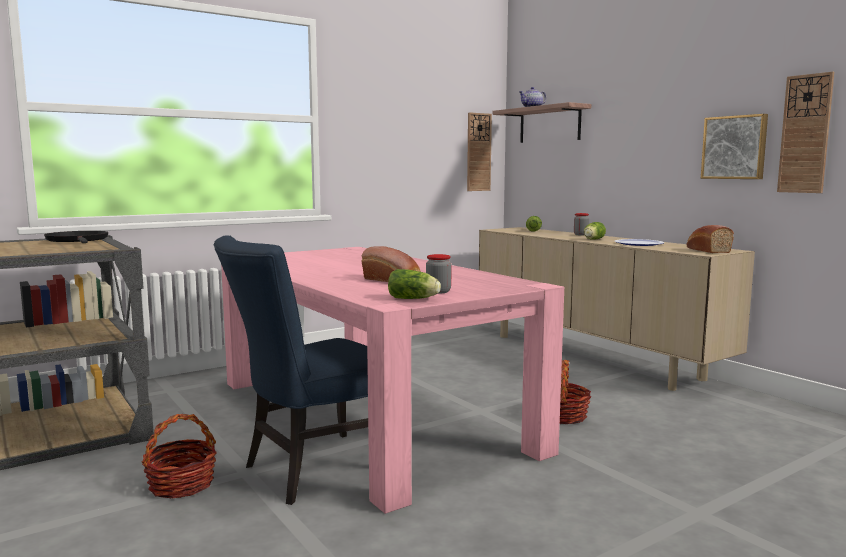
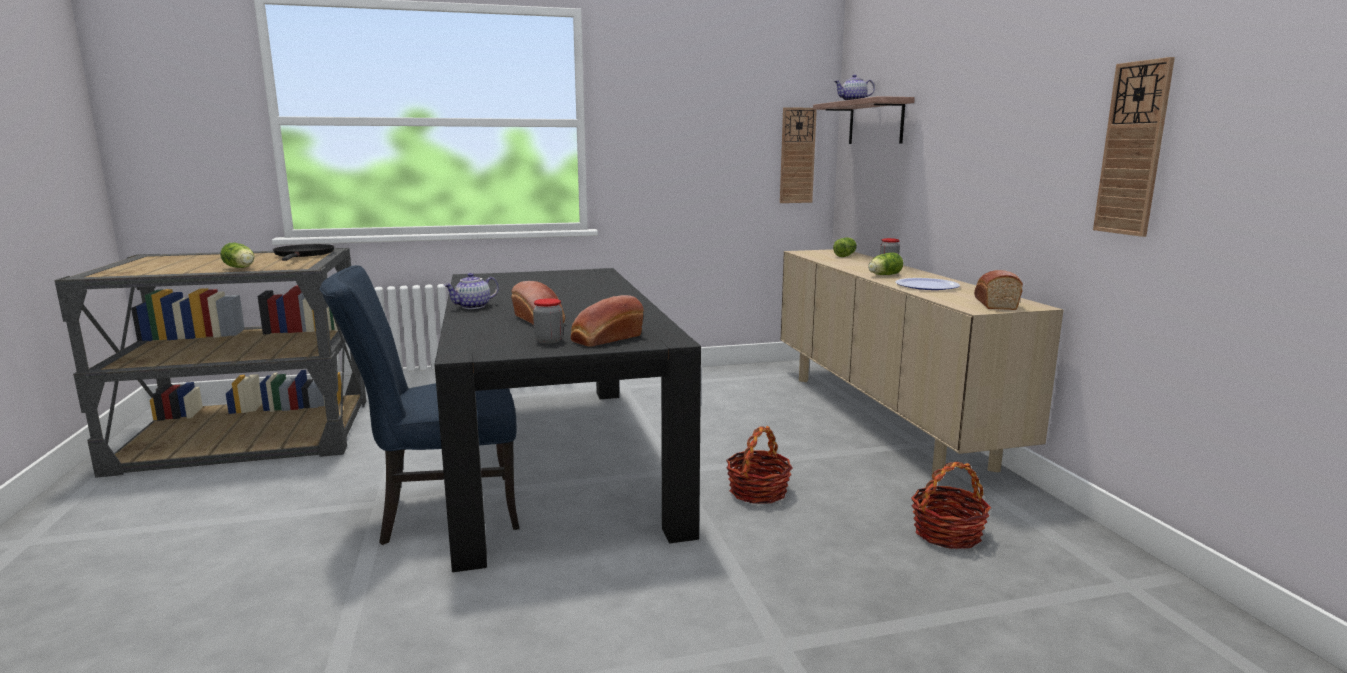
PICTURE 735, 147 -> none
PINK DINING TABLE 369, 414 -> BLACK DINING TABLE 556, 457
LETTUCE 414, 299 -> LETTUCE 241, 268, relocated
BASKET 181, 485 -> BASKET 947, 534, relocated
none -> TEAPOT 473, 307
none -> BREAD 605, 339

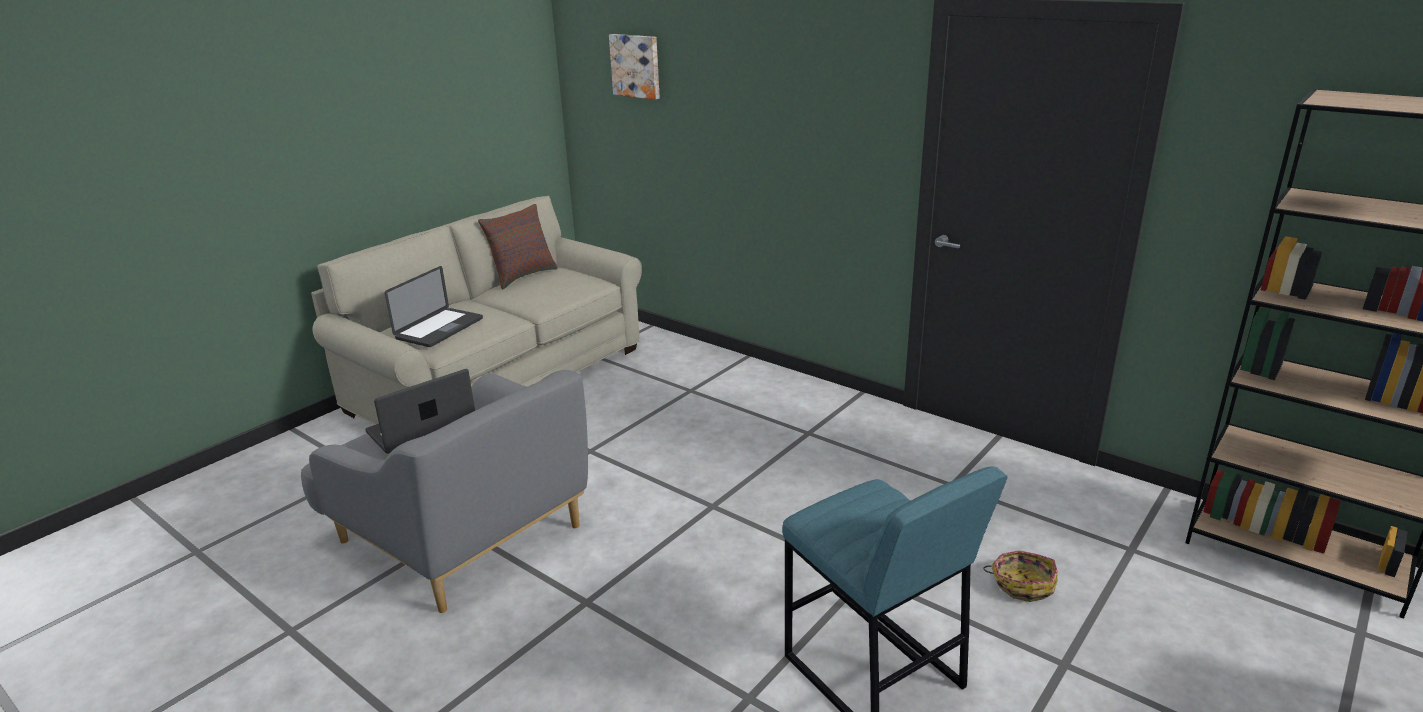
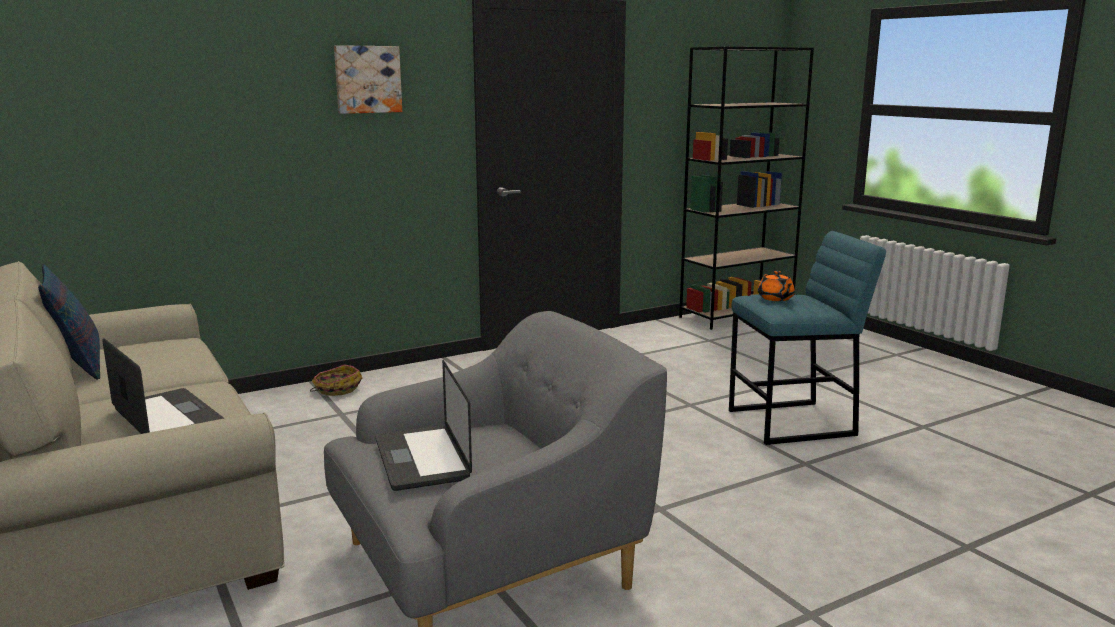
PICTURE 636, 66 -> PICTURE 367, 79, relocated
BROWN PILLOW 523, 277 -> BLUE PILLOW 79, 366
BASKET 1022, 584 -> BASKET 336, 389, relocated
none -> ORANGE TEAPOT 775, 298

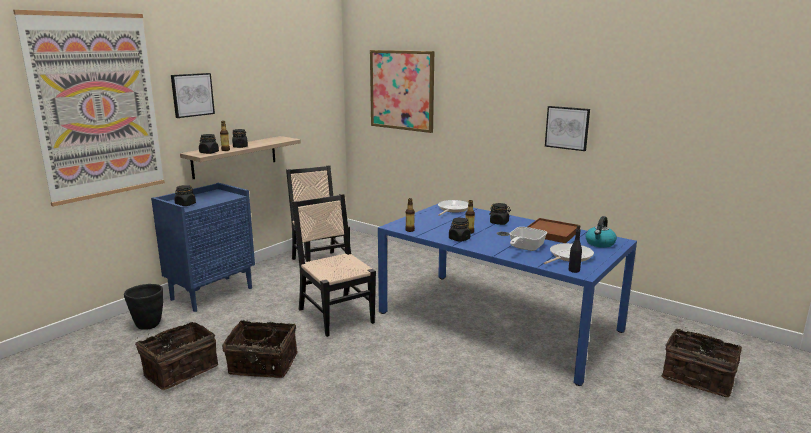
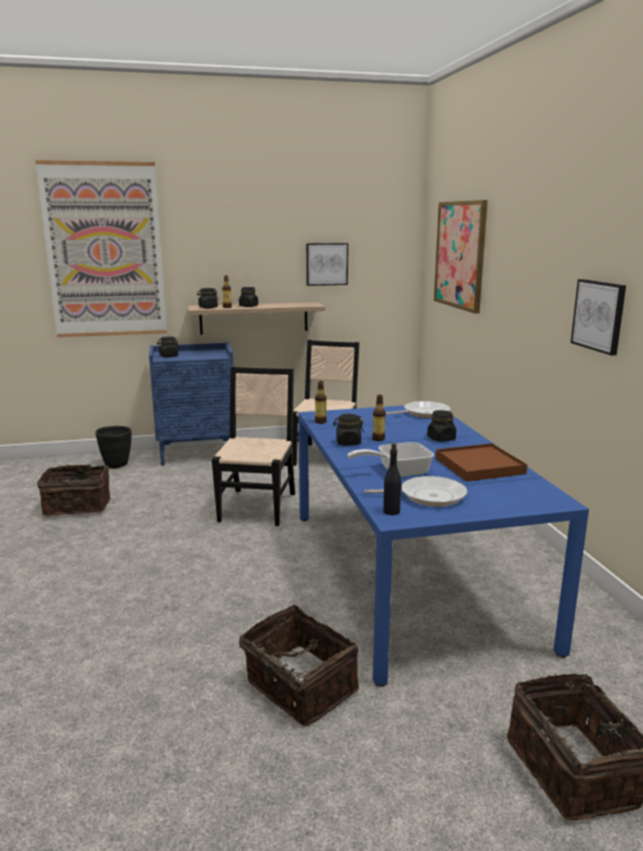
PICTURE 192, 95 -> PICTURE 326, 264, relocated
KETTLE 600, 243 -> none
BASKET 262, 365 -> BASKET 298, 688, relocated

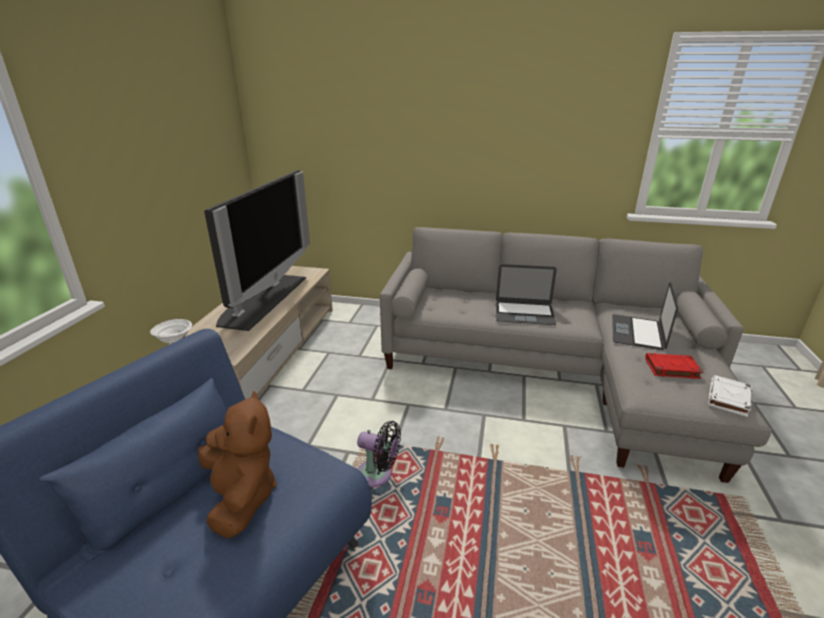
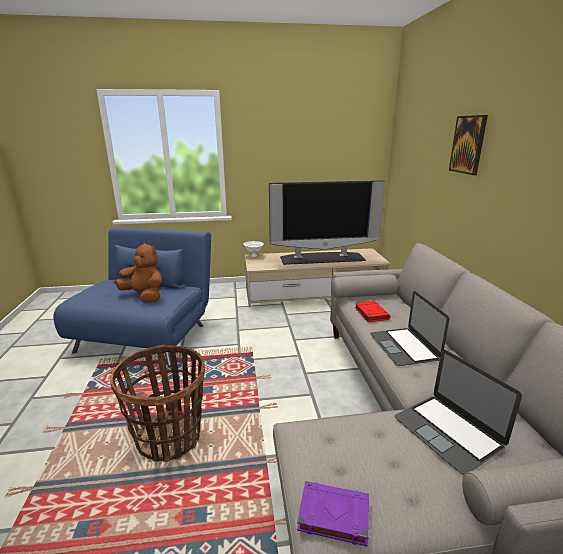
LAPTOP 638, 332 -> LAPTOP 447, 431, 120 degrees counterclockwise
RED BOOK 671, 368 -> RED BOOK 371, 313, relocated
WHITE BOOK 728, 399 -> PURPLE BOOK 333, 515
BROWN PLUSH TOY 241, 497 -> BROWN PLUSH TOY 144, 296, 105 degrees counterclockwise
BLACK FAN 378, 475 -> none
none -> PICTURE 468, 144
none -> BASKET 169, 437

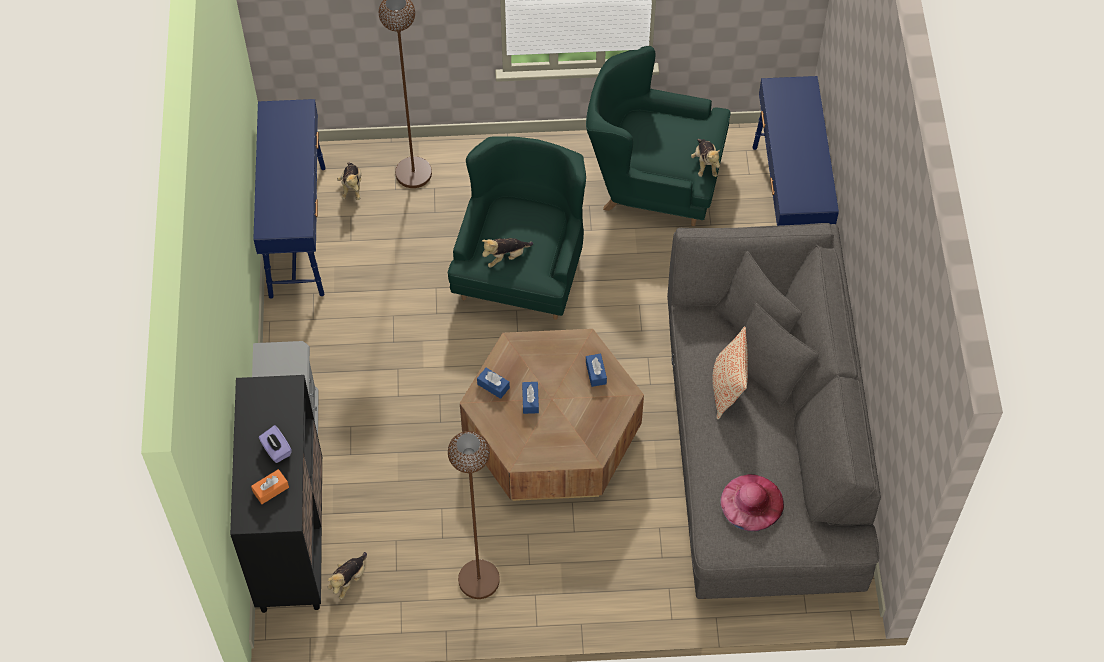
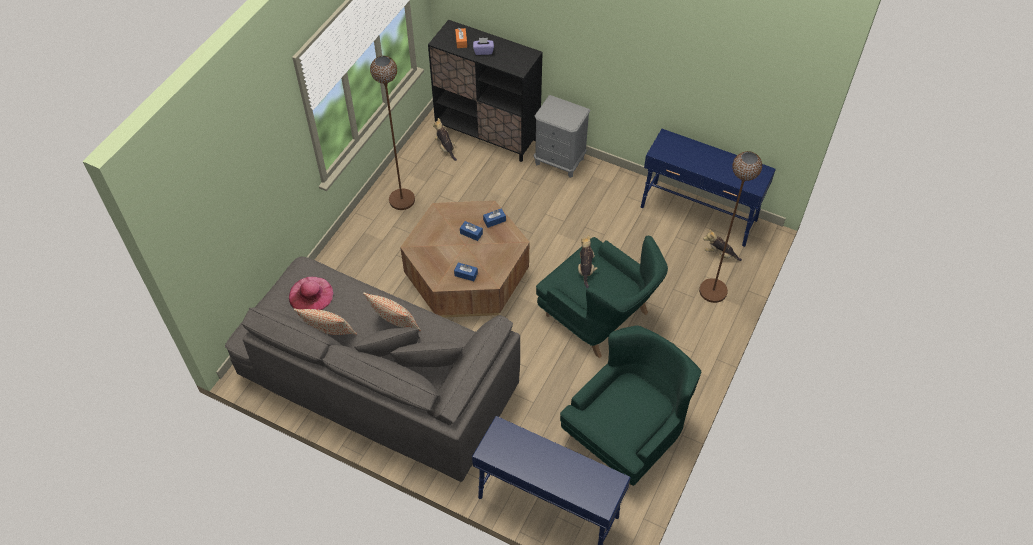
PLUSH TOY 705, 164 -> none
none -> BEIGE PILLOW 329, 334

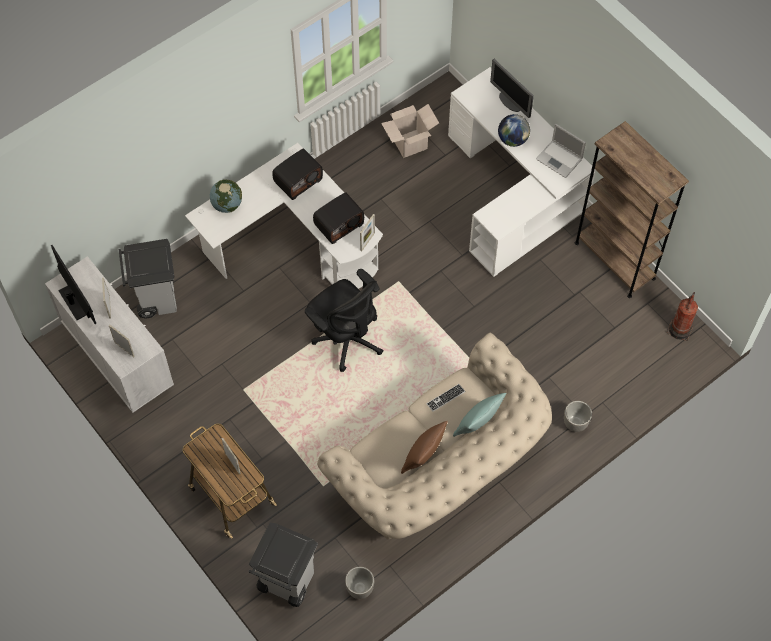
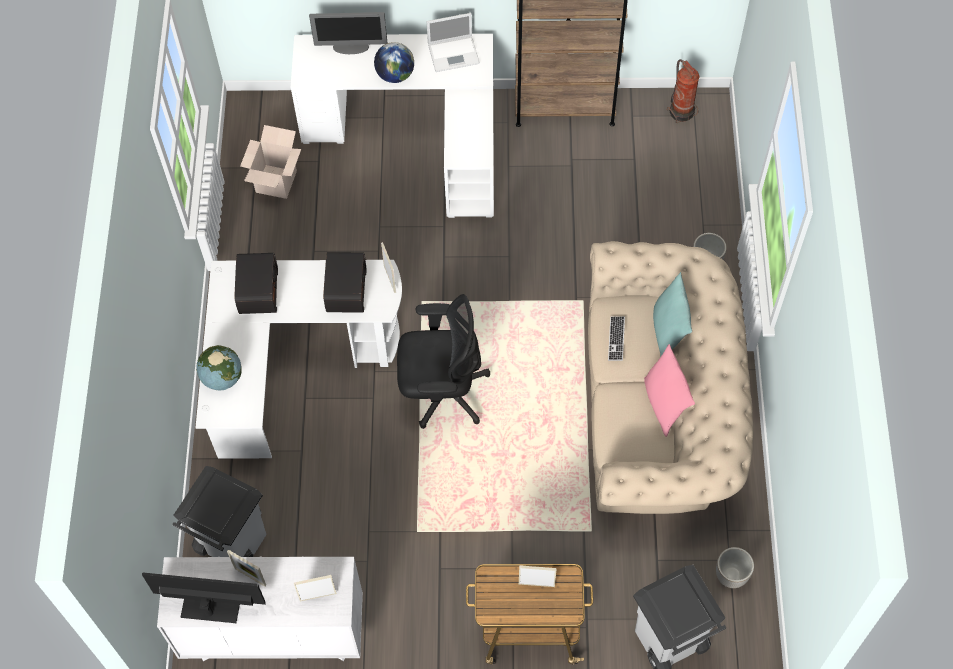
BROWN PILLOW 423, 457 -> PINK PILLOW 664, 404

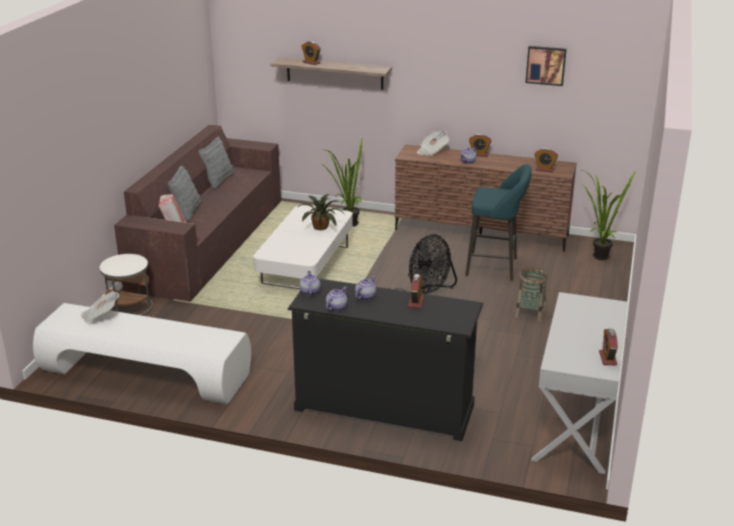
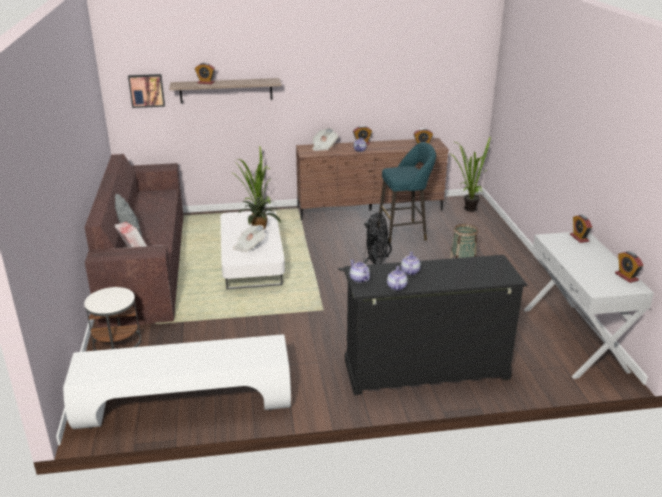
PICTURE 546, 65 -> PICTURE 146, 90, relocated
GREY PILLOW 217, 180 -> none
ALARM CLOCK 416, 302 -> ALARM CLOCK 579, 238, relocated
NEWSPAPER 100, 316 -> NEWSPAPER 249, 246, relocated

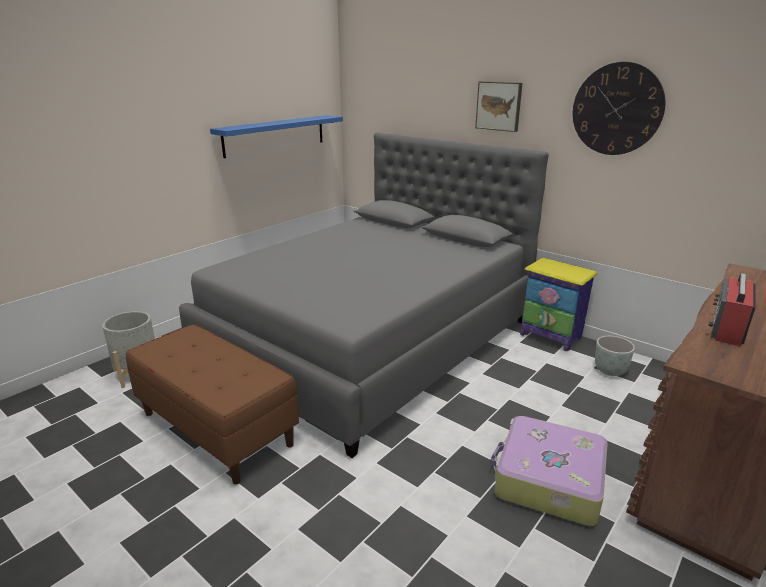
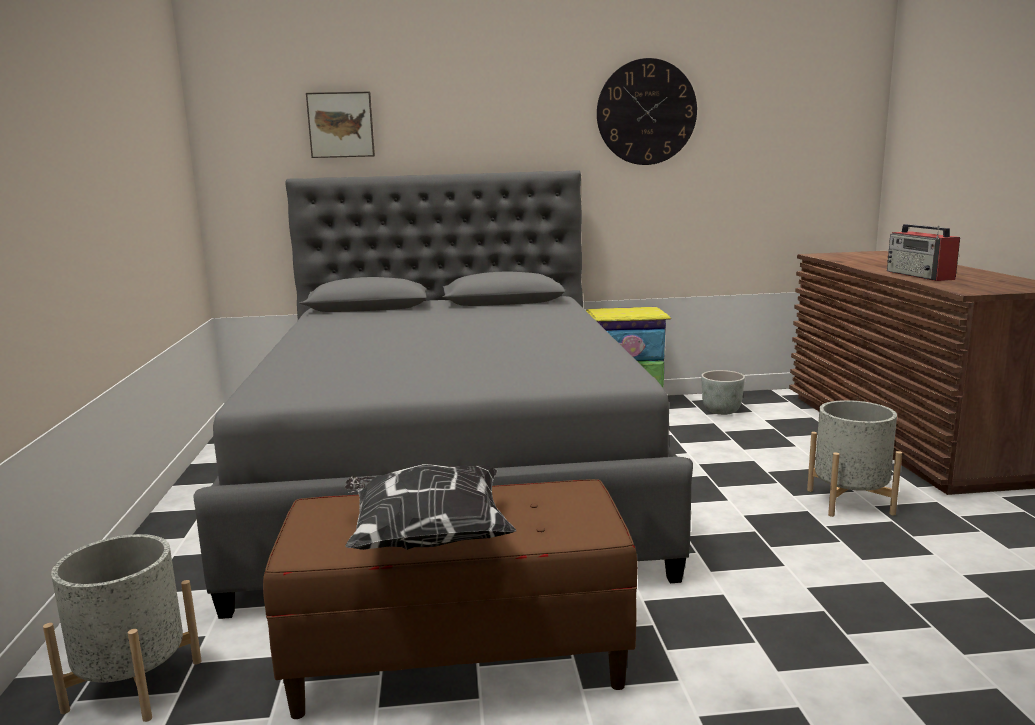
PICTURE 499, 106 -> PICTURE 341, 125, relocated
BLUE SHELF 275, 135 -> none
SUITCASE 547, 480 -> GREY PLANTER 849, 502
none -> PILLOW 426, 538

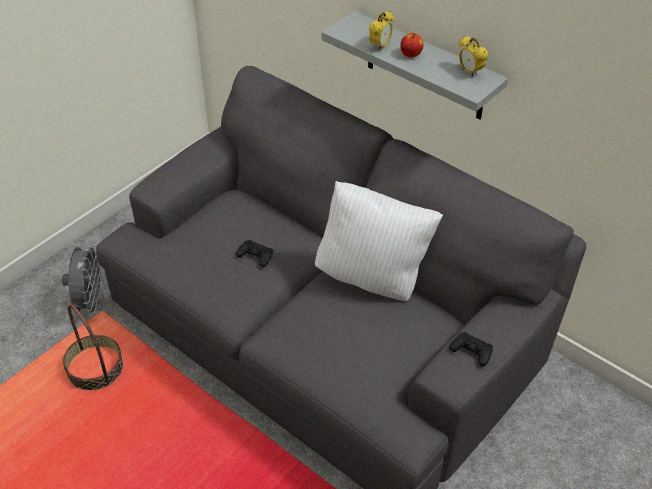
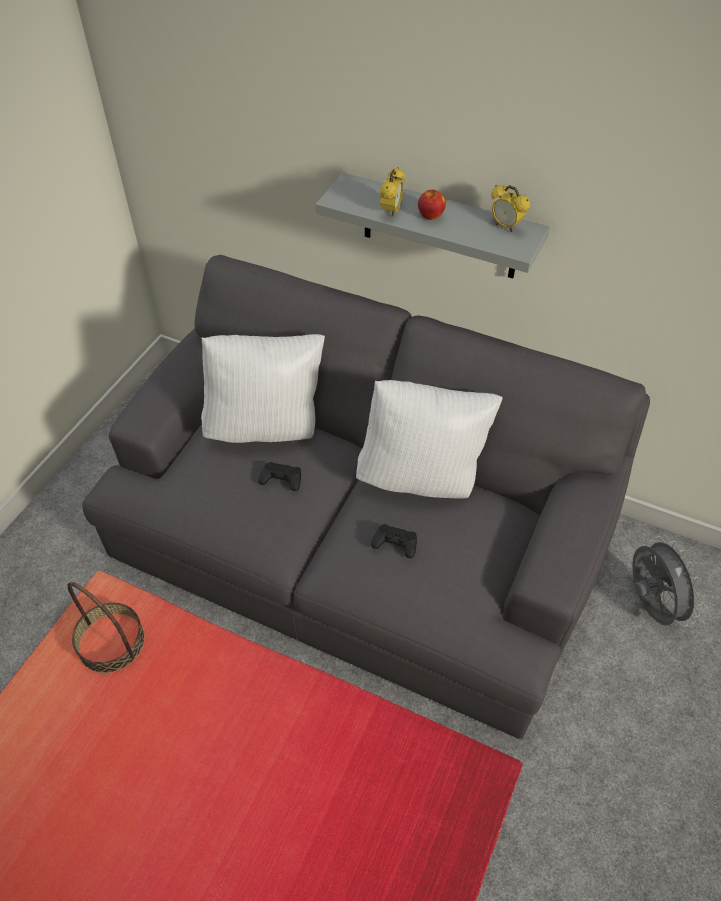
GREY FAN 91, 303 -> GREY FAN 648, 605, relocated
BLACK GAME CONTROLLER 471, 351 -> BLACK GAME CONTROLLER 395, 543, relocated
none -> WHITE PILLOW 267, 427

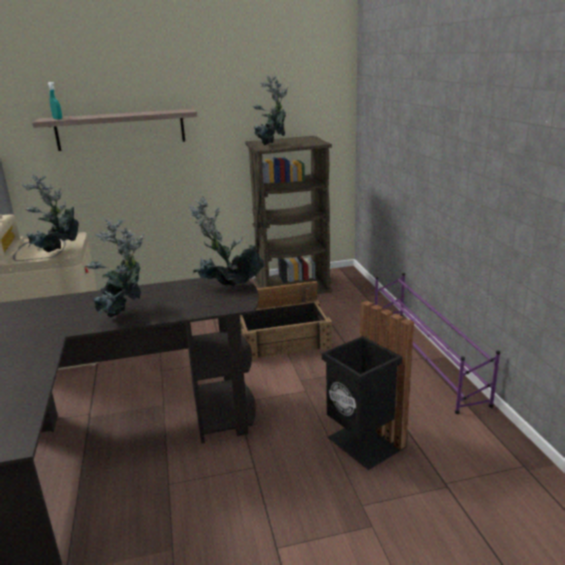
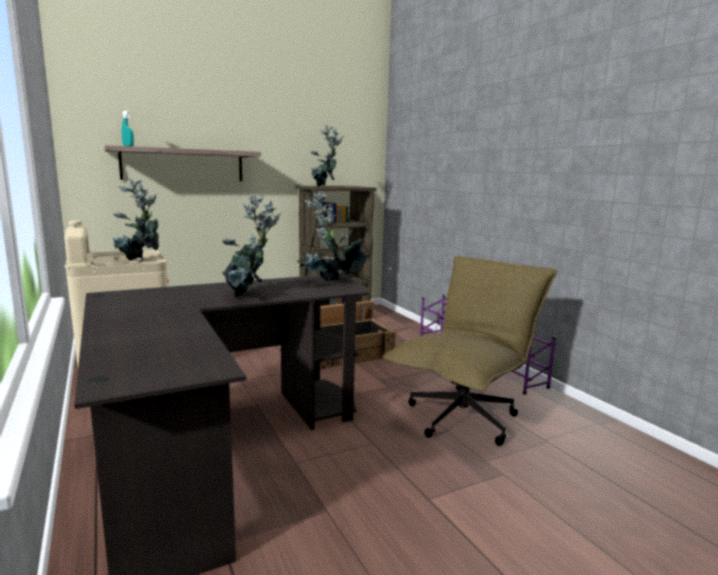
BLACK TRASH CAN 363, 443 -> BEIGE OFFICE CHAIR 461, 419

